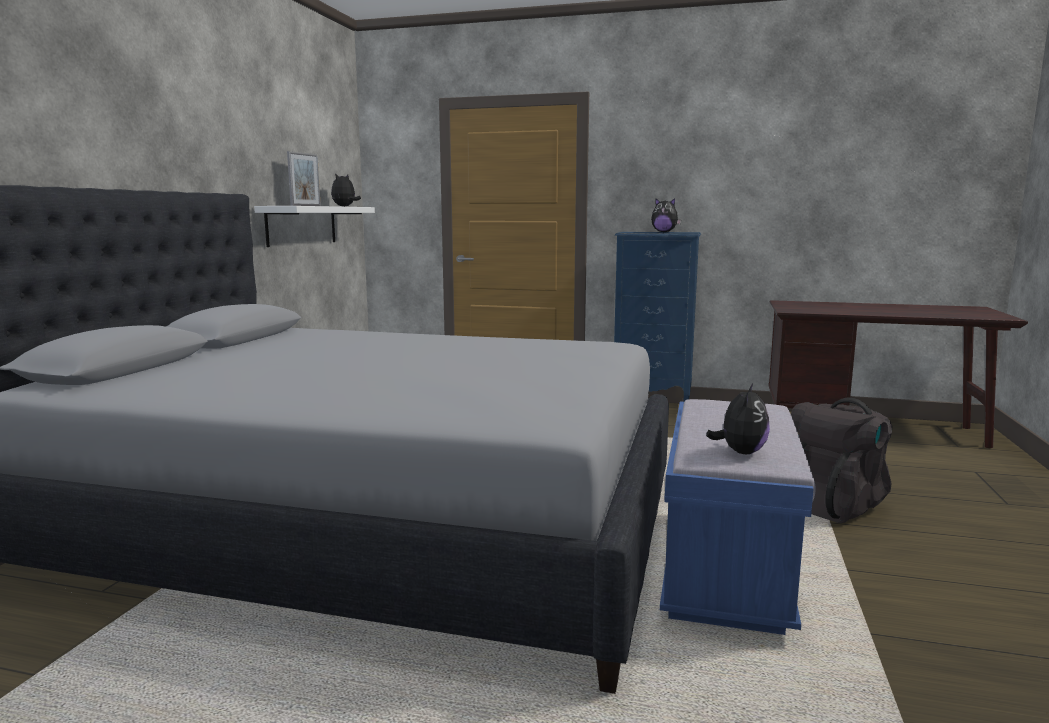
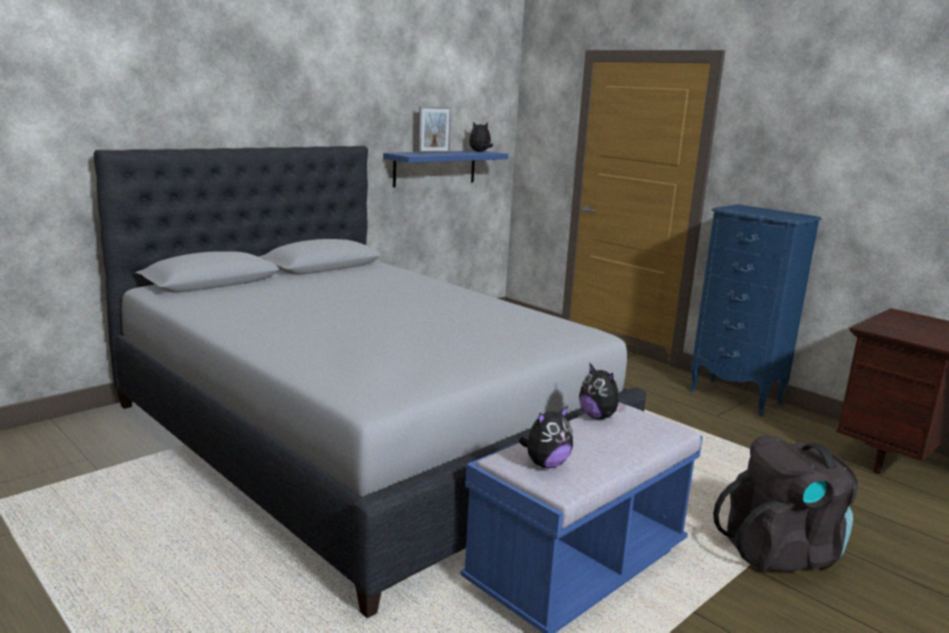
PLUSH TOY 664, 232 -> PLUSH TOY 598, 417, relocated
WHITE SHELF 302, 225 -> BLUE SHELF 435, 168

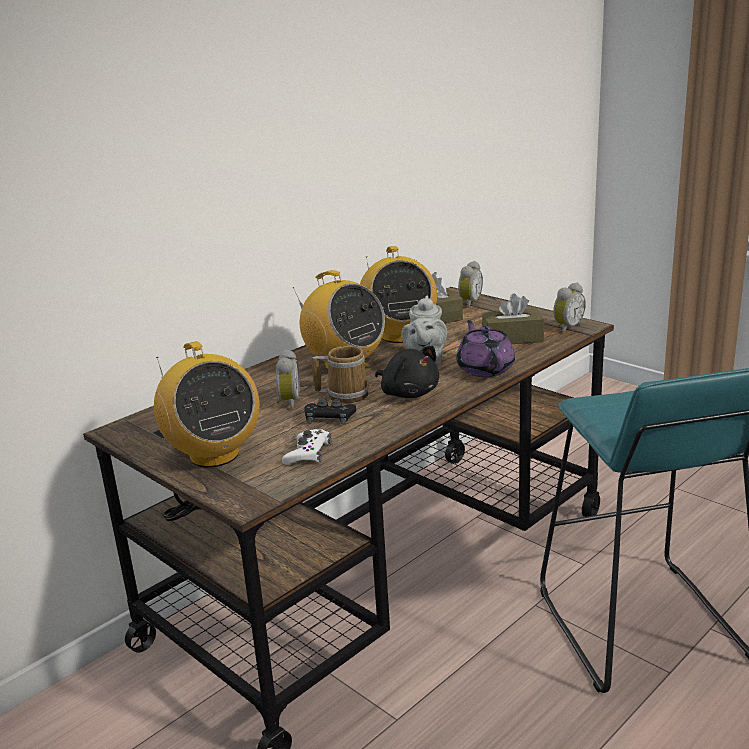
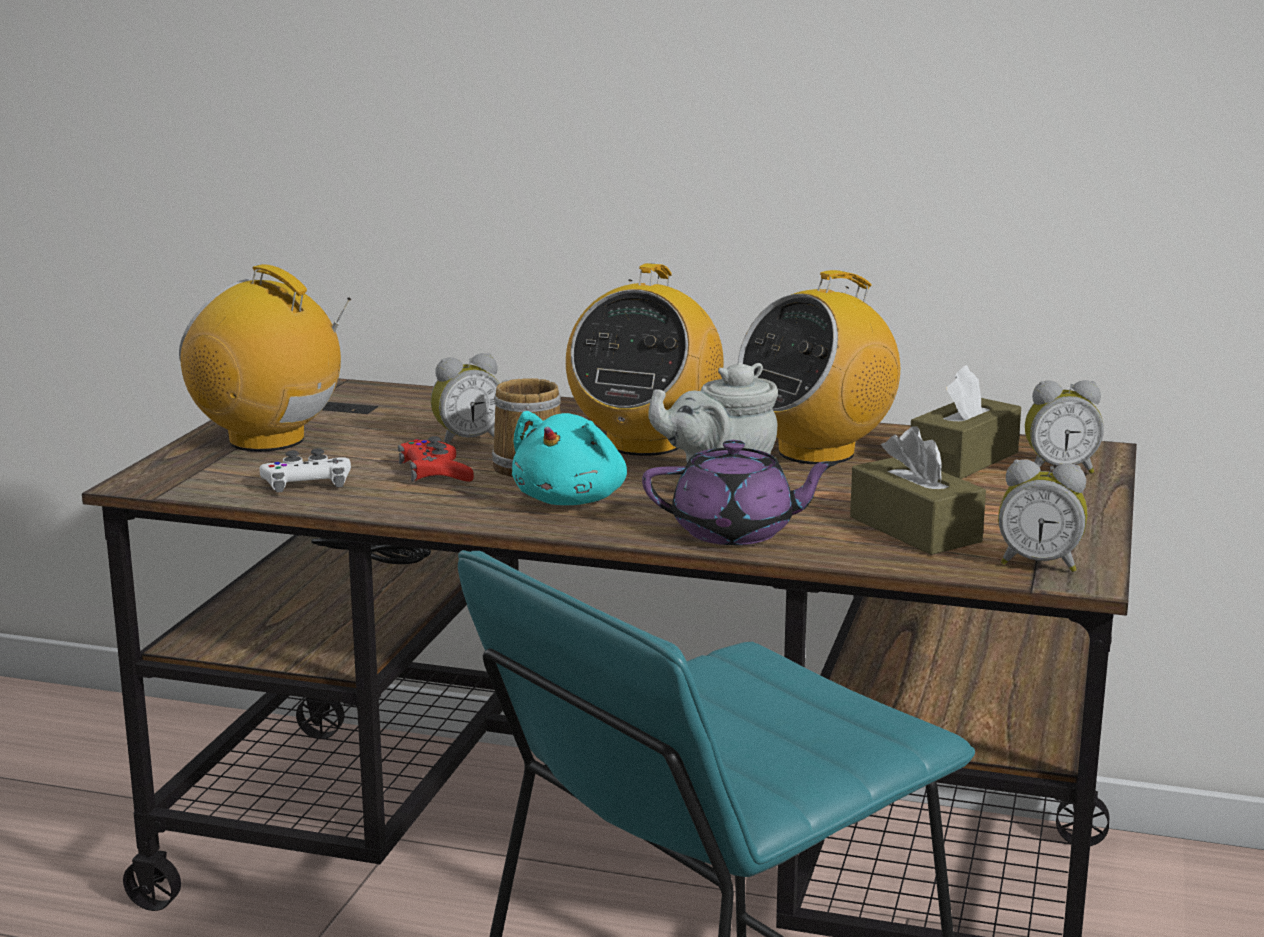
PURPLE TEAPOT 485, 369 -> PURPLE TEAPOT 735, 532, 45 degrees clockwise
RADIO 213, 455 -> RADIO 268, 440, 90 degrees clockwise
BLACK PLUSH TOY 408, 393 -> TURQUOISE PLUSH TOY 572, 500
BLACK GAME CONTROLLER 330, 417 -> RED GAME CONTROLLER 435, 472

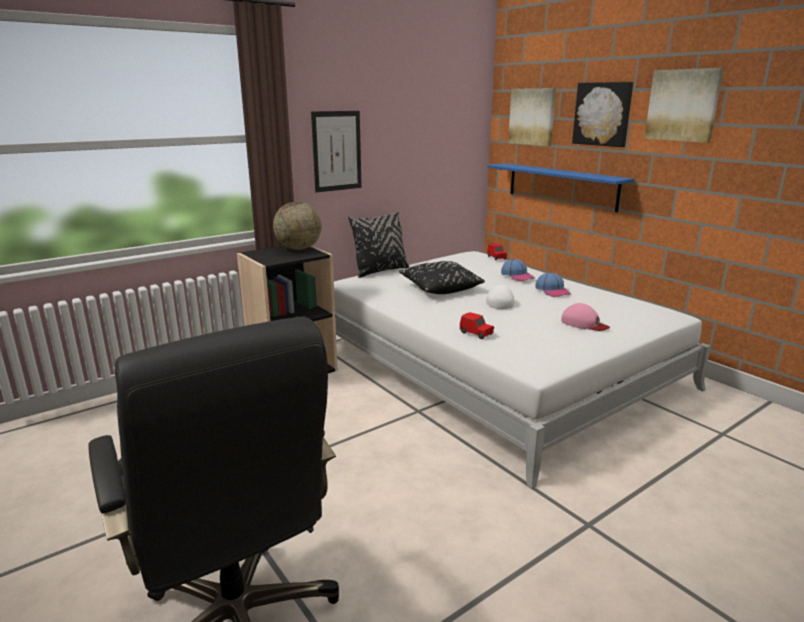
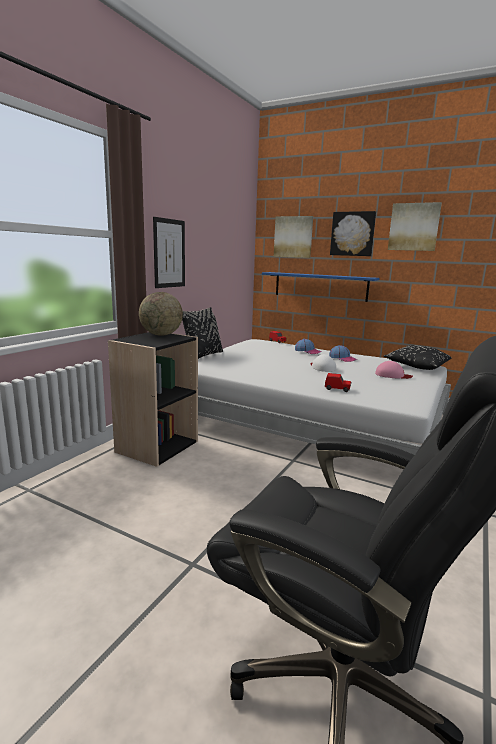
BLACK PILLOW 440, 288 -> BLACK PILLOW 416, 366, relocated

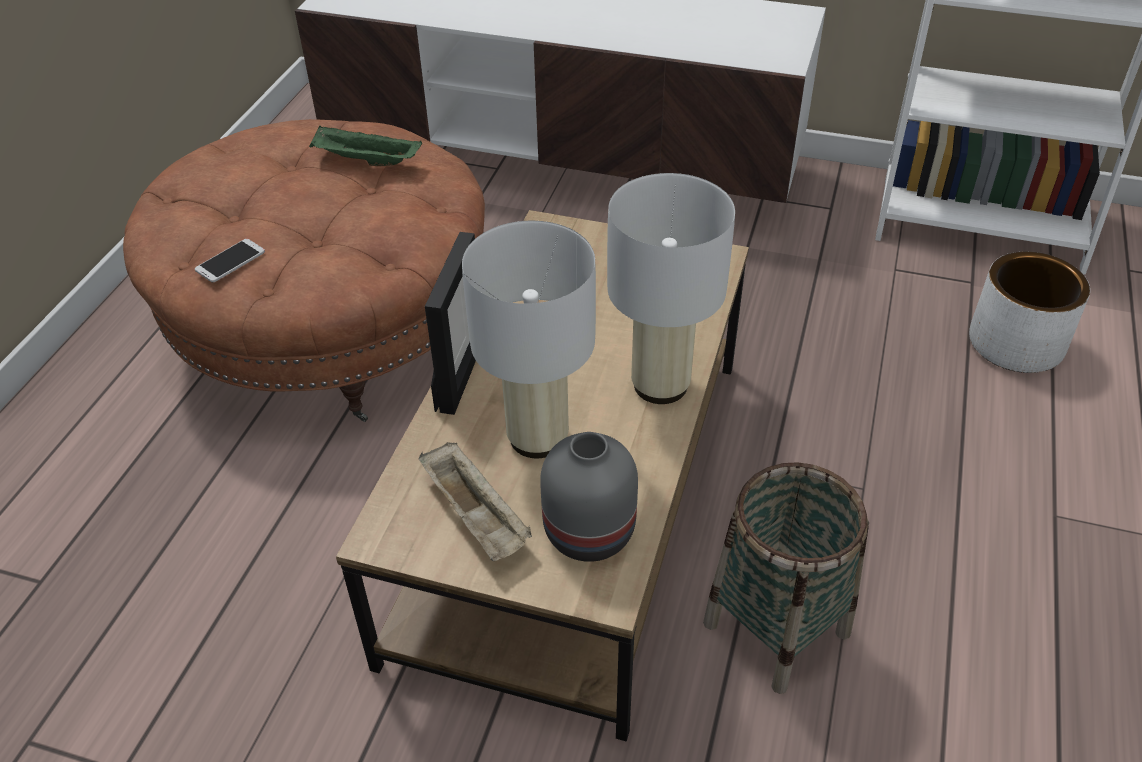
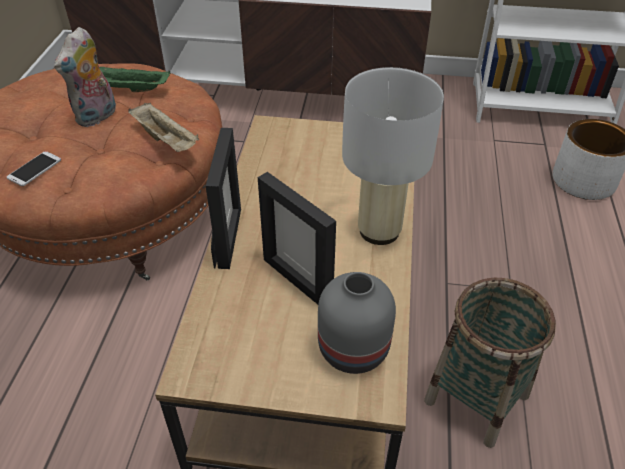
WHITE TABLE LAMP 539, 437 -> PICTURE FRAME 298, 279
BEIGE TRAY 477, 517 -> BEIGE TRAY 166, 140, relocated
none -> PLUSH TOY 97, 117

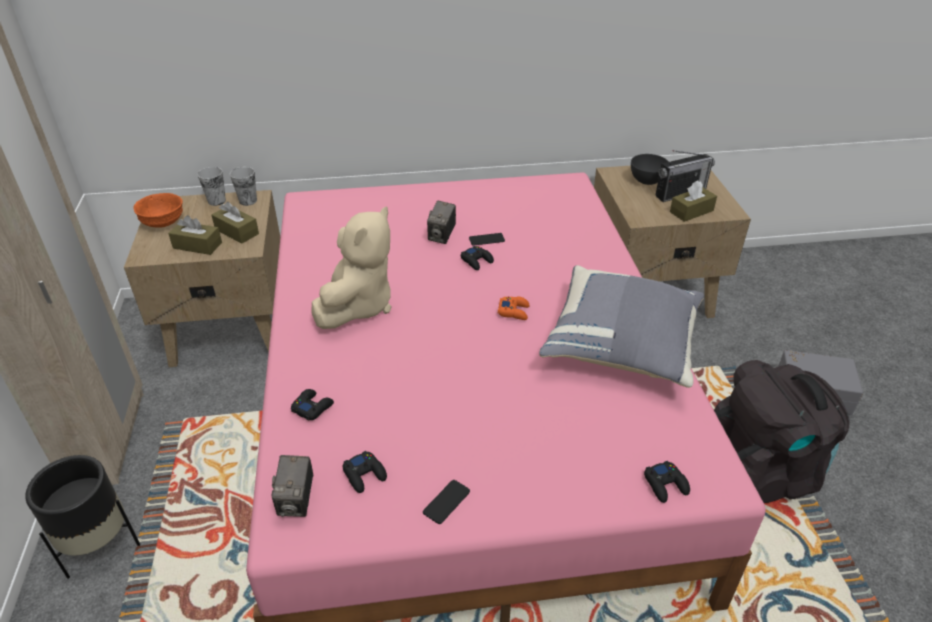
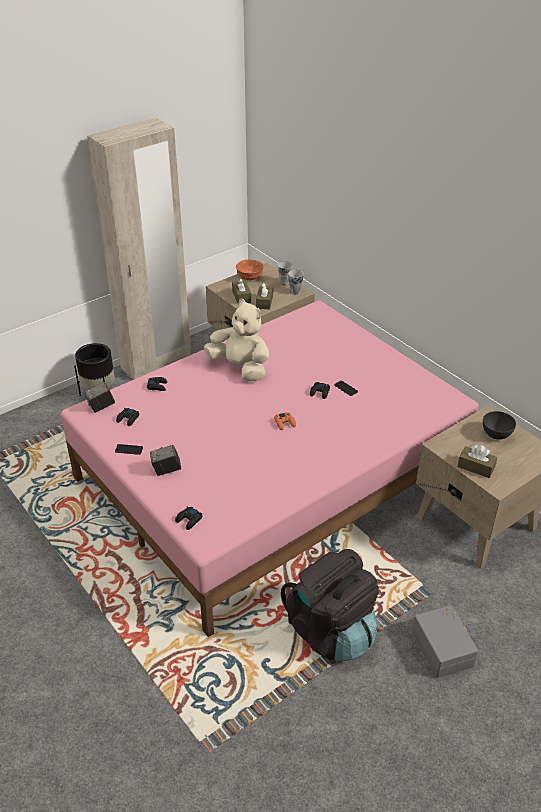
RADIO 680, 193 -> none
PHOTO CAMERA 442, 236 -> PHOTO CAMERA 166, 470, relocated
BEIGE PLUSH TOY 358, 306 -> BEIGE PLUSH TOY 240, 368, 135 degrees counterclockwise
GREY PILLOW 622, 346 -> none

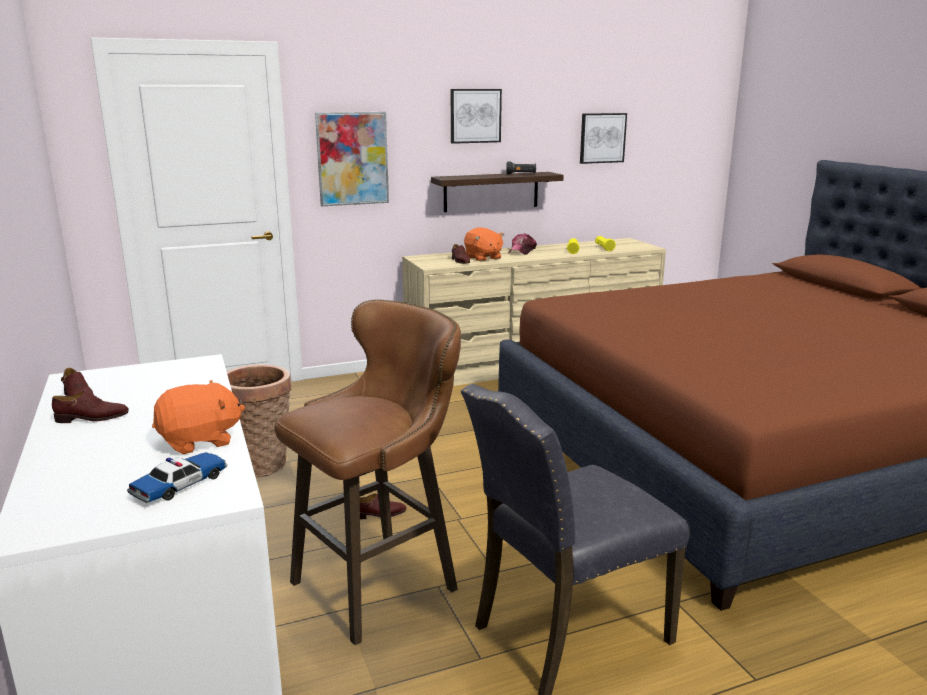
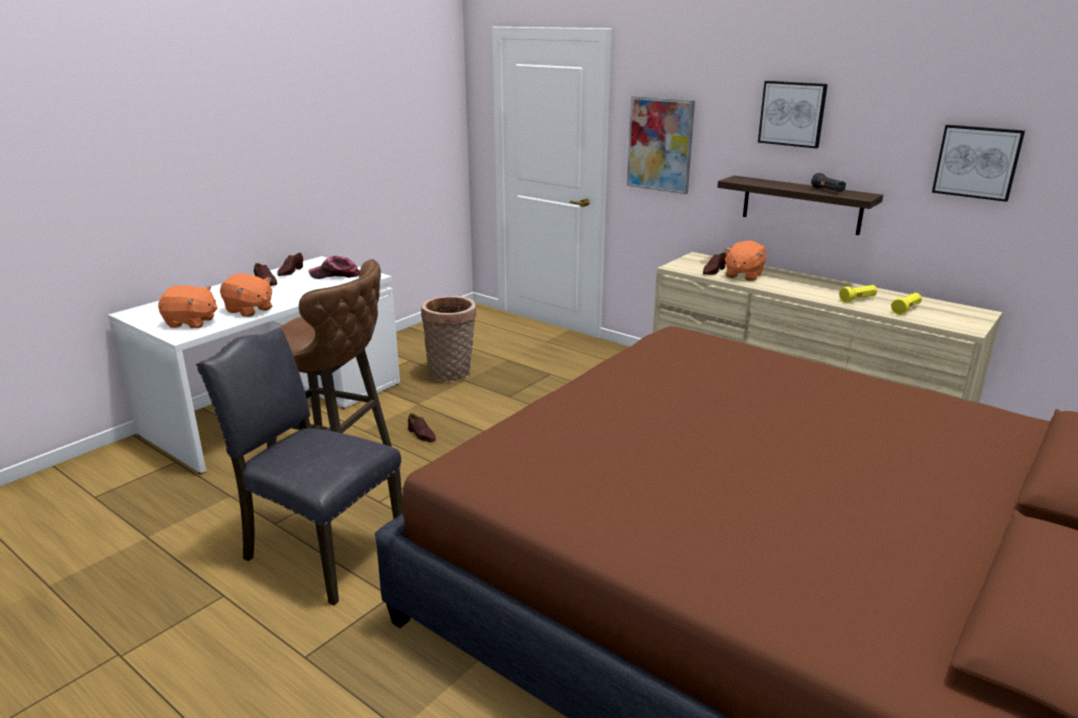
CAP 522, 251 -> CAP 335, 275, relocated
TOY CAR 180, 485 -> ORANGE PLUSH TOY 191, 322

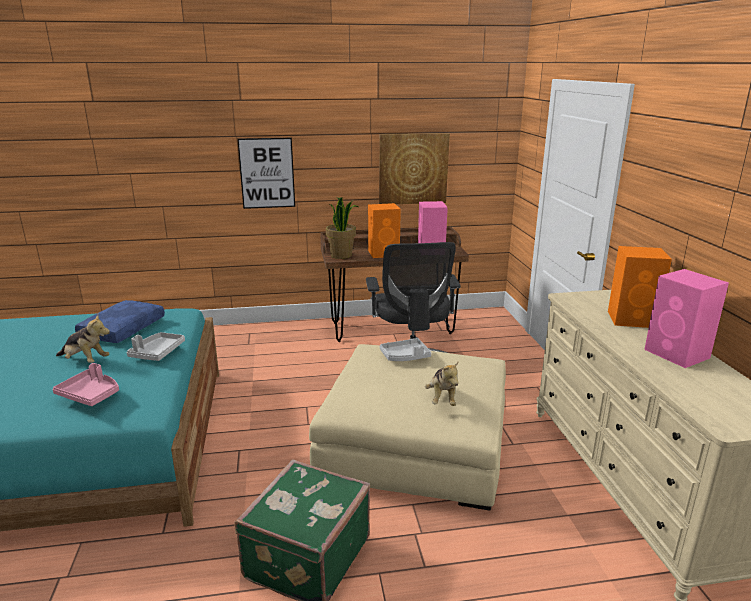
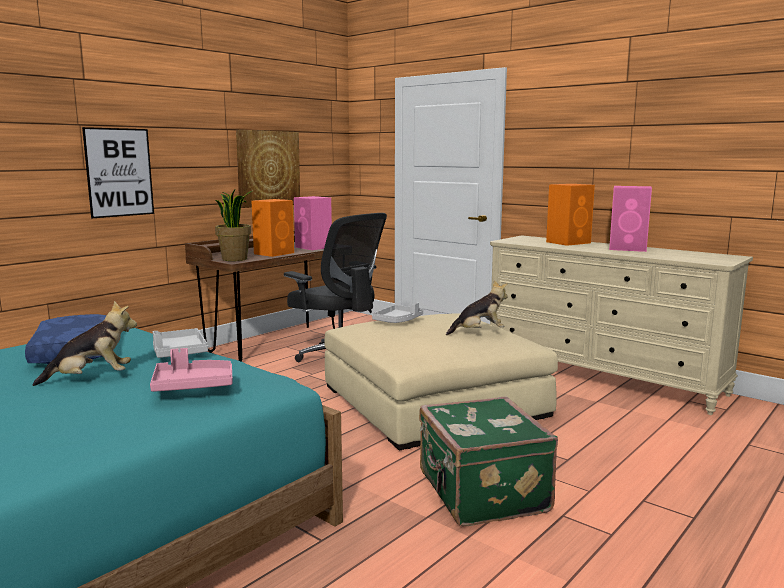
PLUSH TOY 442, 398 -> PLUSH TOY 479, 332, 60 degrees counterclockwise

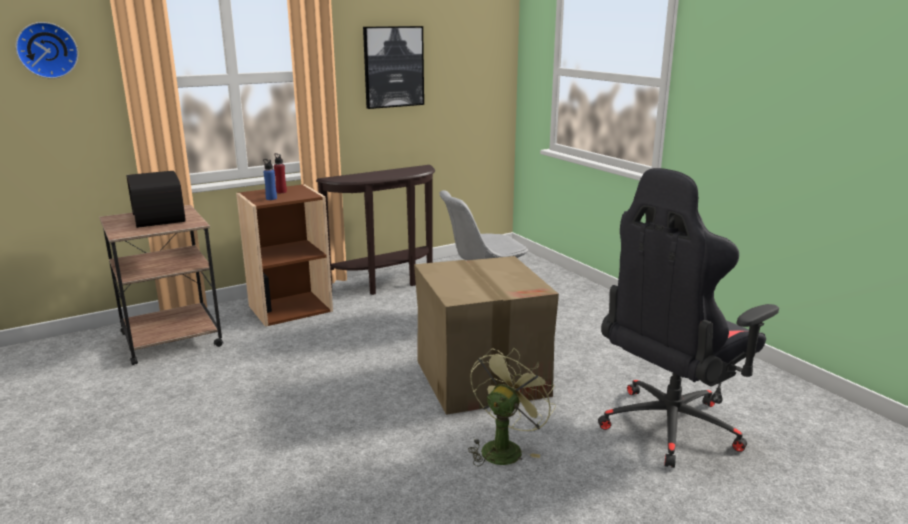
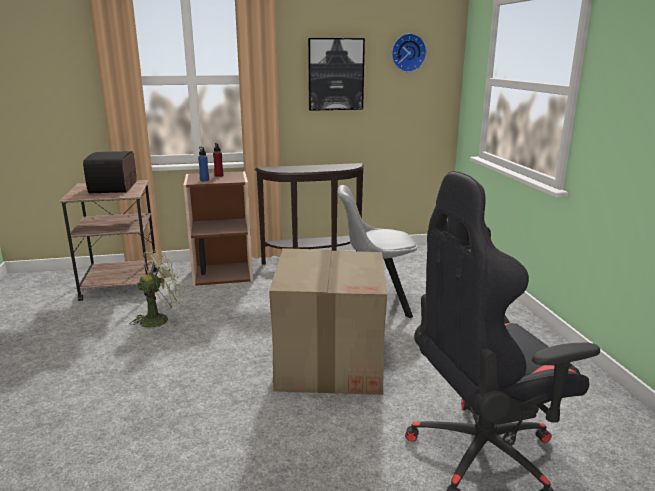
WALL CLOCK 47, 50 -> WALL CLOCK 408, 53, relocated
GREEN FAN 504, 447 -> GREEN FAN 160, 319, relocated

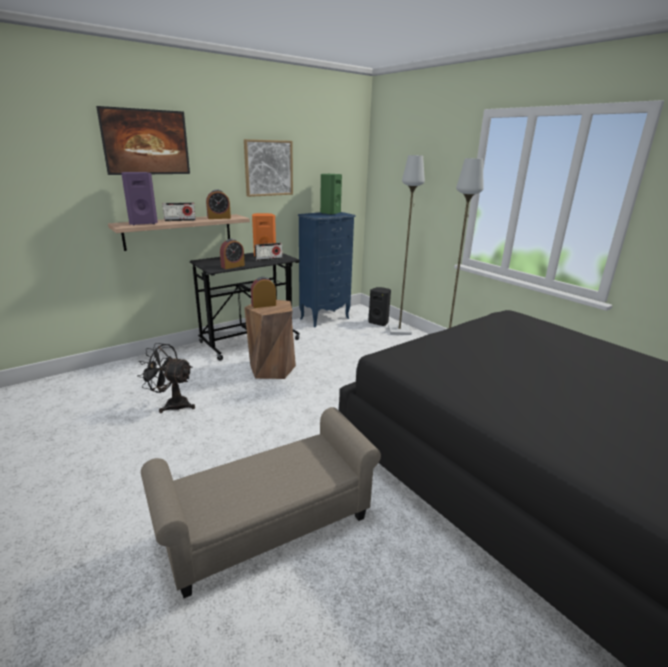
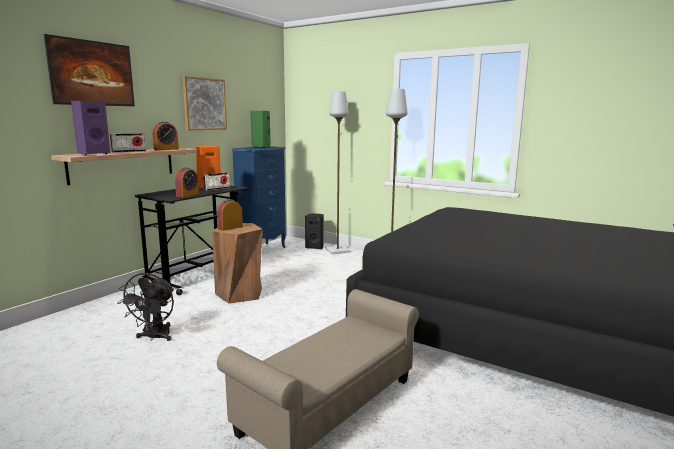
BLACK FAN 172, 404 -> BLACK FAN 155, 337, 75 degrees counterclockwise

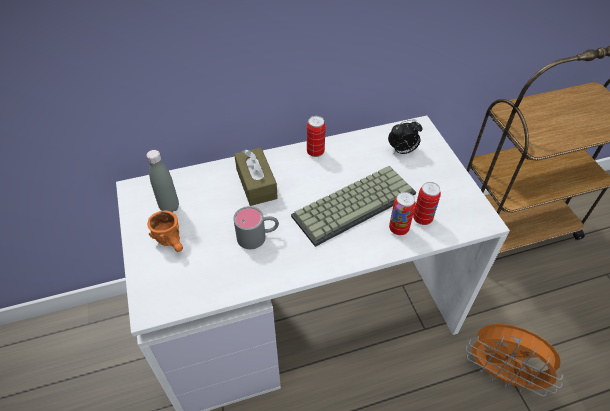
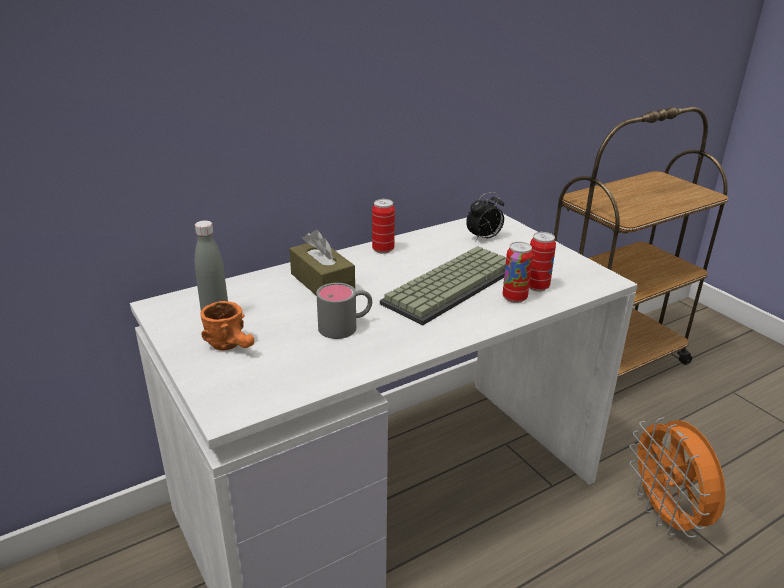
ORANGE FAN 502, 374 -> ORANGE FAN 667, 516, 60 degrees clockwise

